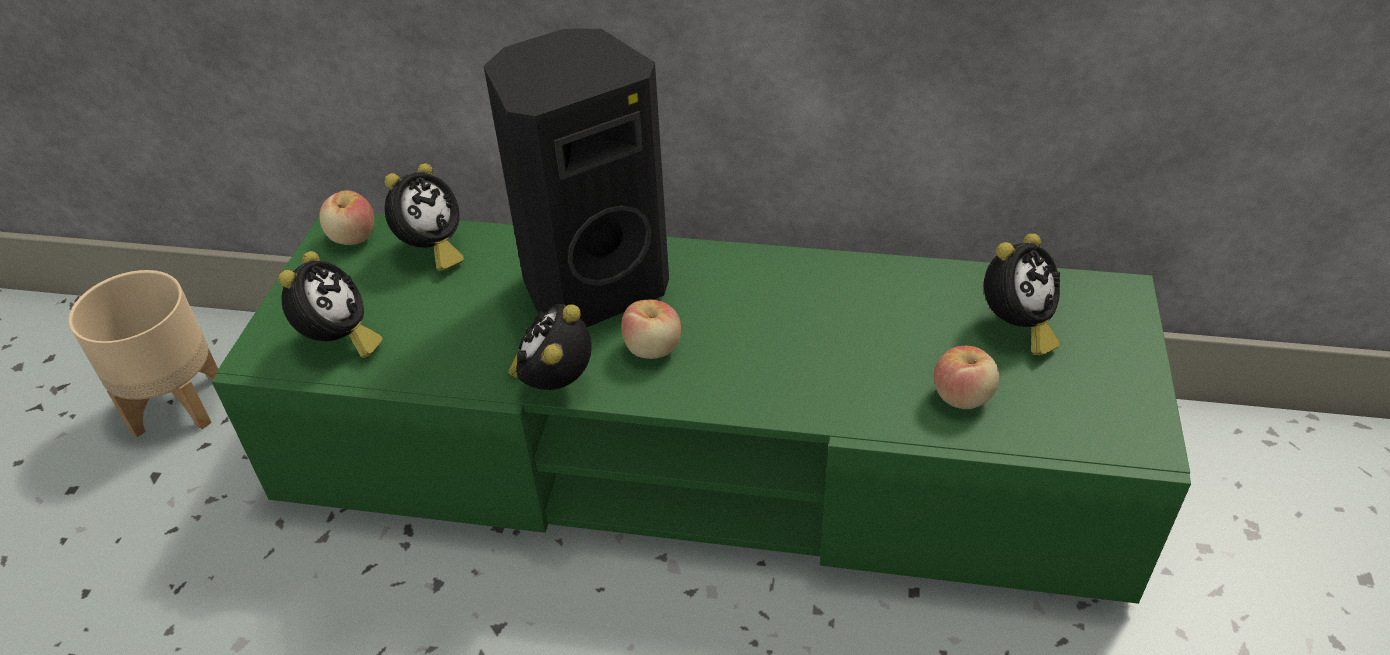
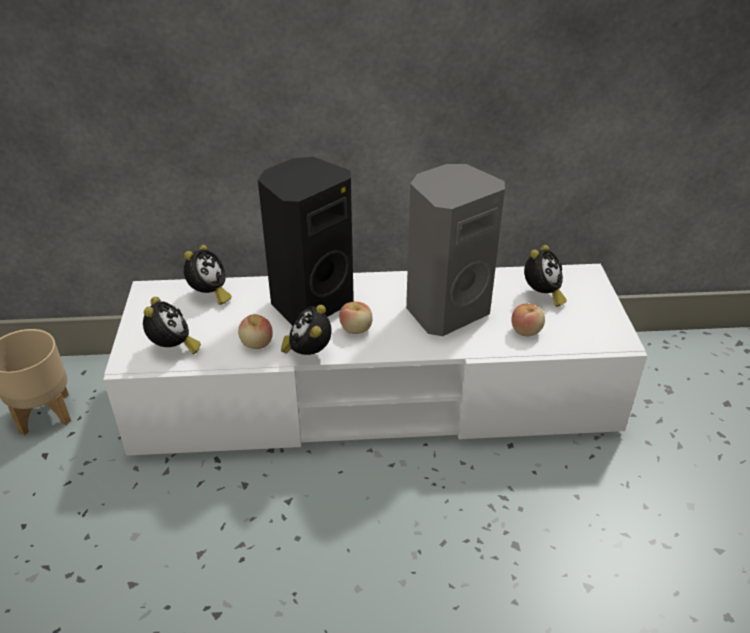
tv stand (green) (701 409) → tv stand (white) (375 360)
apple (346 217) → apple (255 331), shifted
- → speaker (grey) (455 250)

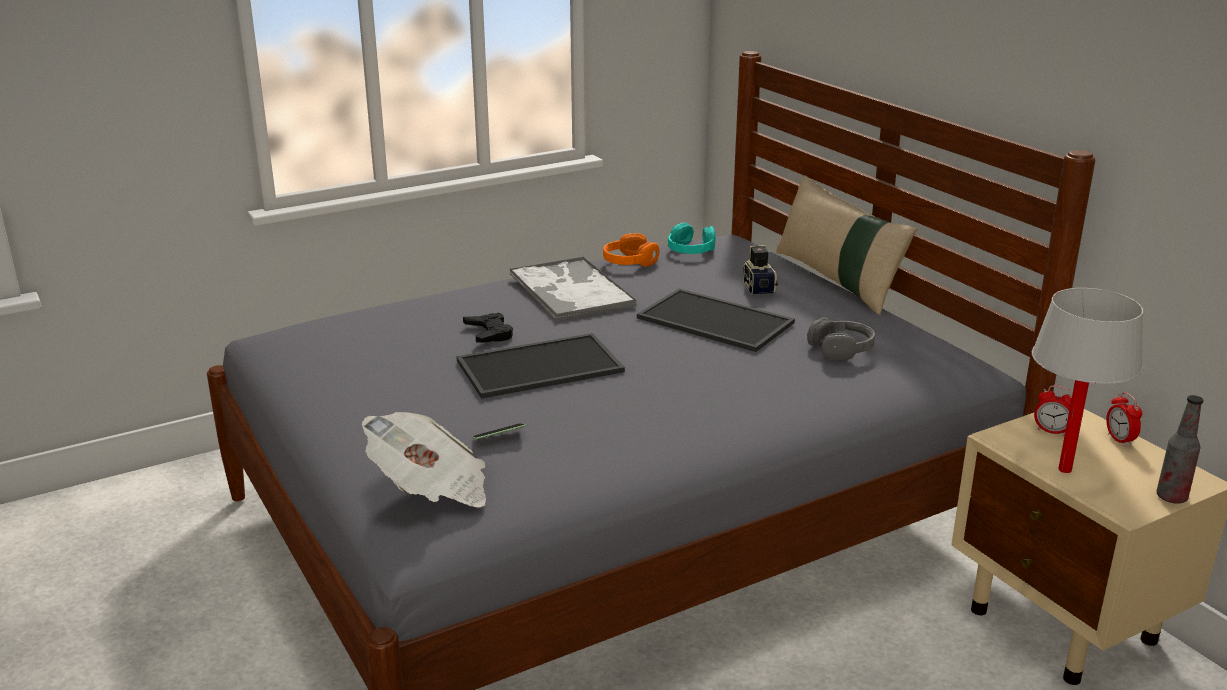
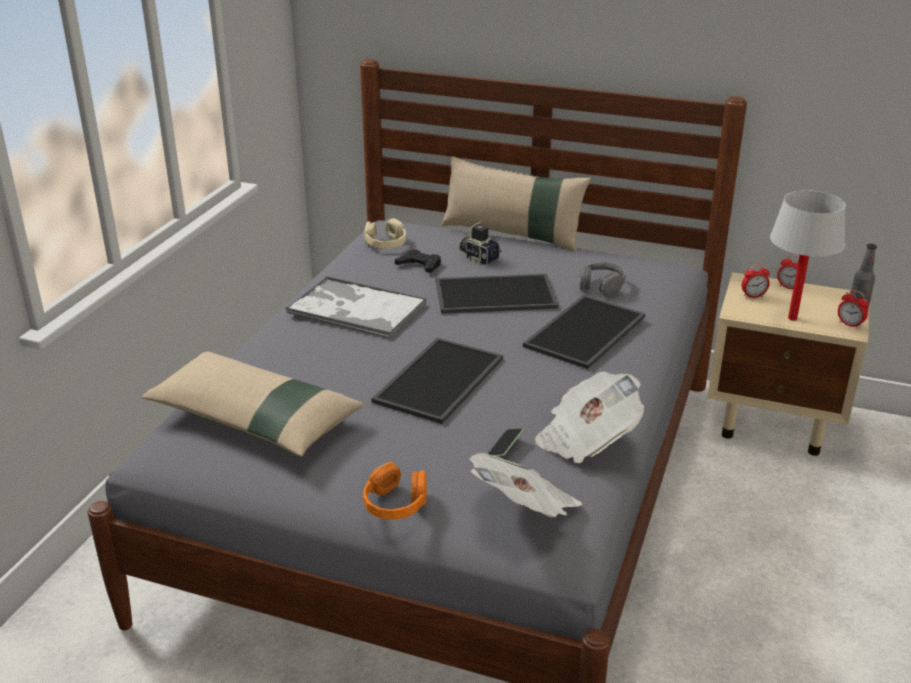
- → pillow (beige) (252 404)
headphones (orange) (631 250) → headphones (orange) (395 491), shifted
headphones (turquoise) (692 238) → headphones (beige) (385 233)
game controller (black) (488 328) → game controller (black) (418 261), shifted
- → tray (584 332)
- → newspaper (589 417)
- → alarm clock (853 309)

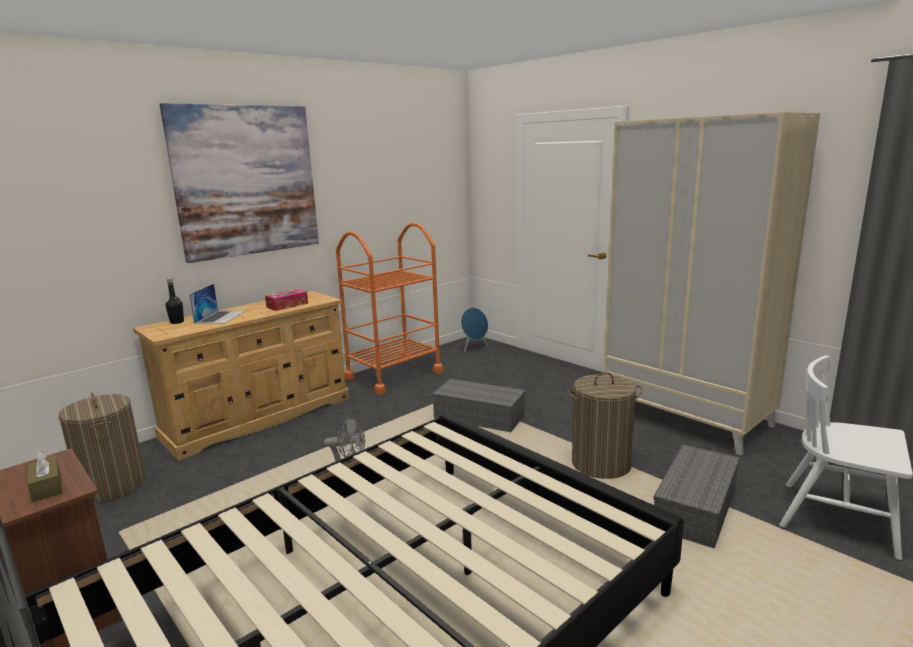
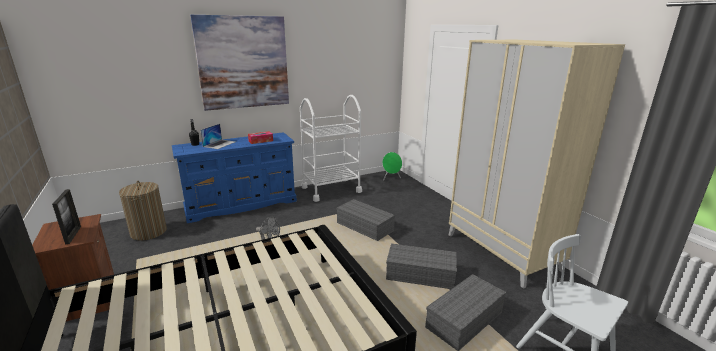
tissue box (brown) (45 476) → picture frame (66 216)
dresser (beige) (241 375) → dresser (blue) (234 177)
cart (orange) (390 309) → cart (white) (331 148)
speaker (blue) (474 329) → speaker (green) (392 166)
laundry basket (605 425) → storage box (grey) (421 266)

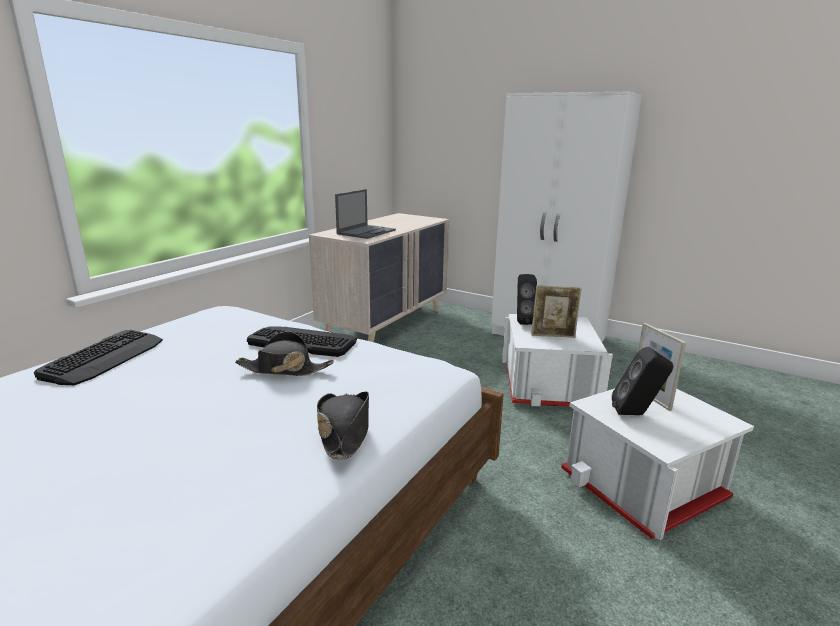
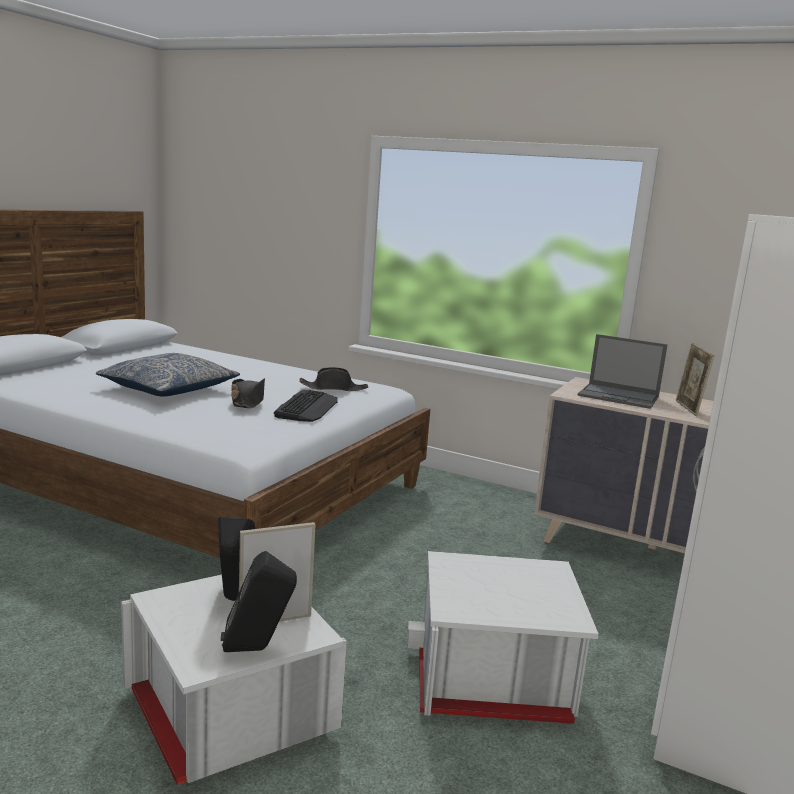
- → pillow (168 375)
speaker (black) (527 299) → speaker (black) (259 601), shifted
hat (black) (343 425) → hat (black) (333 379), shifted
picture frame (556 311) → picture frame (695 379), shifted
keyboard (98 357) → -

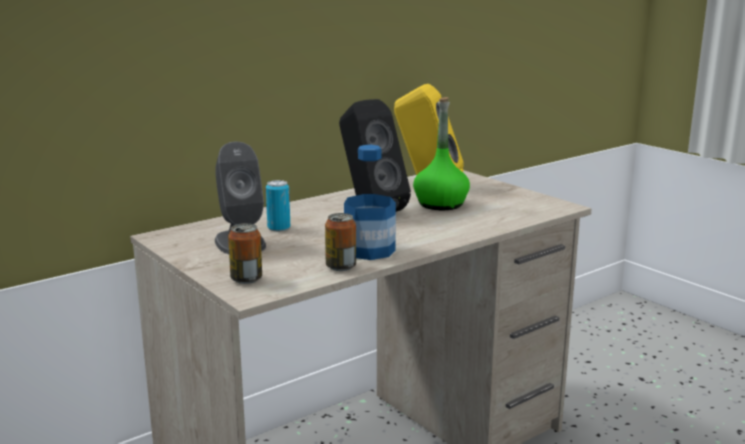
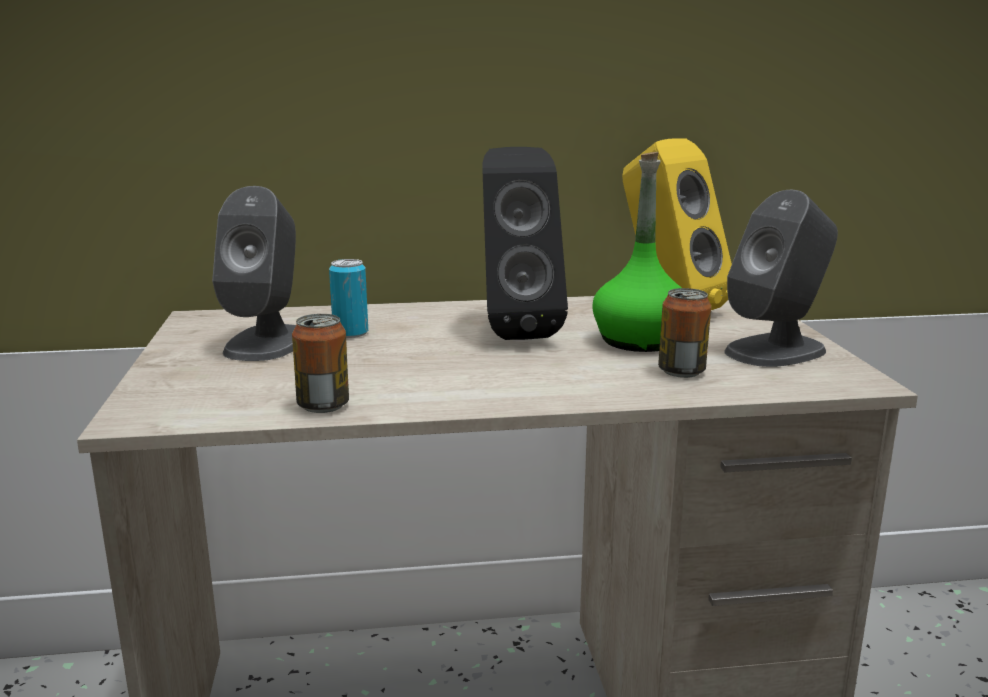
can (245 253) → can (684 333), shifted
- → speaker (grey) (781 278)
bottle (370 202) → -

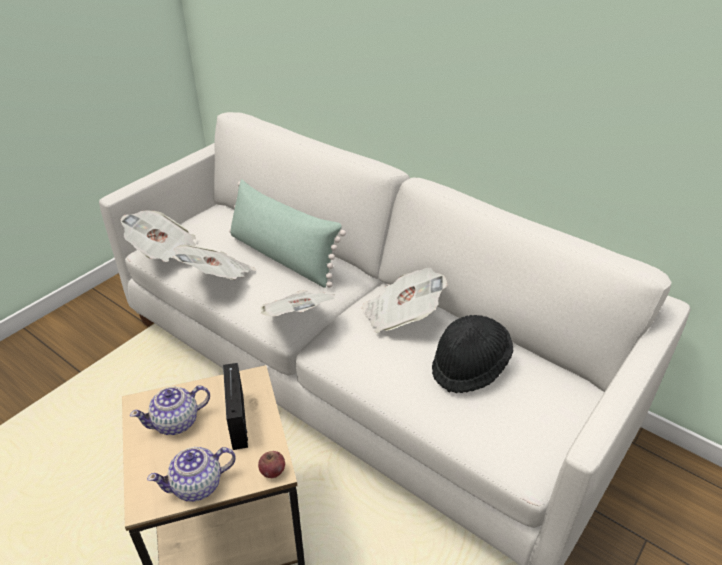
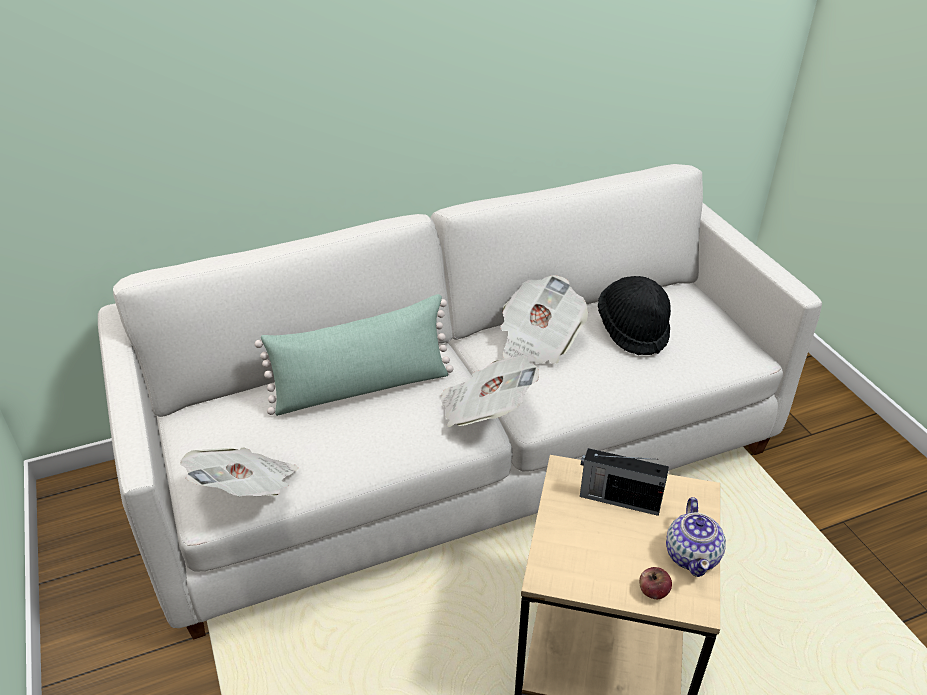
apple (271 464) → apple (655 583), shifted
teapot (170 410) → -
newspaper (214 262) → -

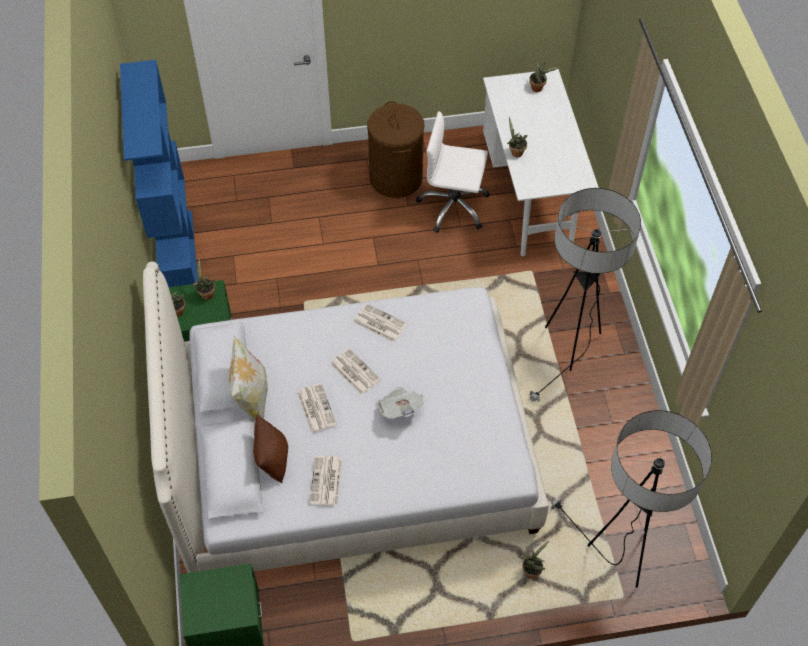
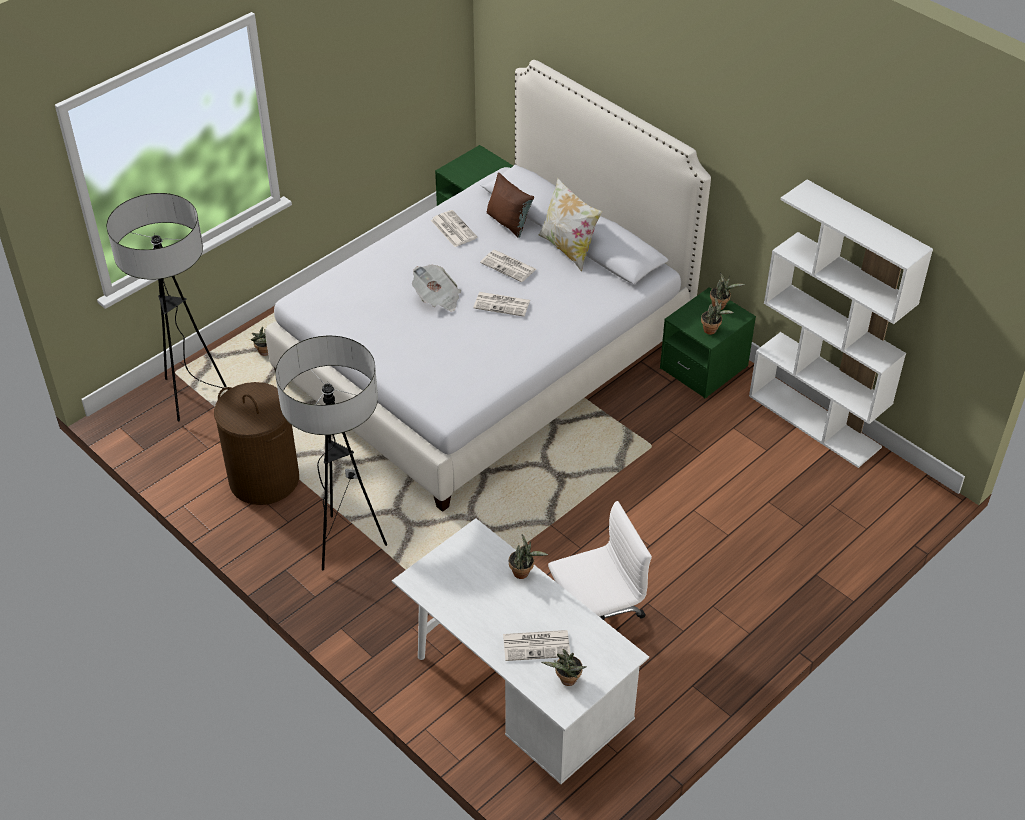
laundry basket (brown) (395 149) → laundry basket (brown) (256 443), shifted
newspaper (380 323) → newspaper (536 645), shifted
bookcase (blue) (159 173) → bookcase (white) (841 323)

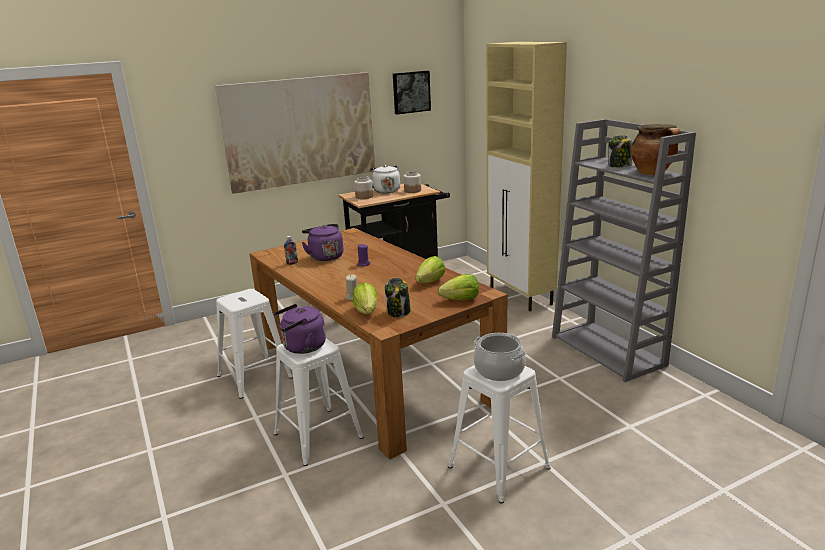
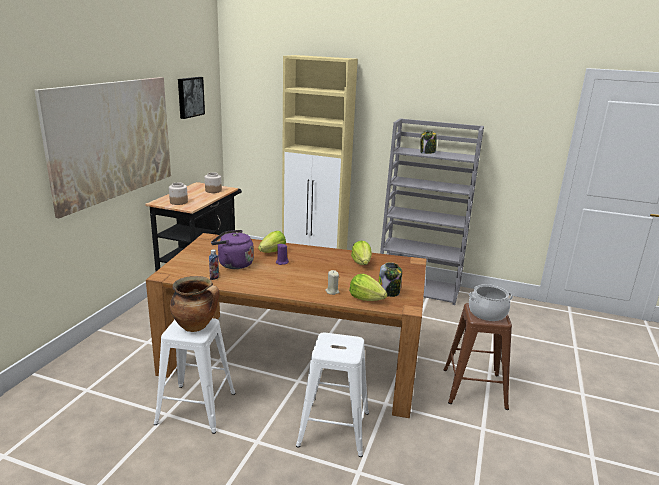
cooking pot (656 149) → cooking pot (195 304), shifted
lettuce (458 287) → lettuce (272 242), shifted
stool (white) (499 434) → stool (brown) (477 356)
kettle (purple) (299 329) → -
kettle (white) (383 179) → -

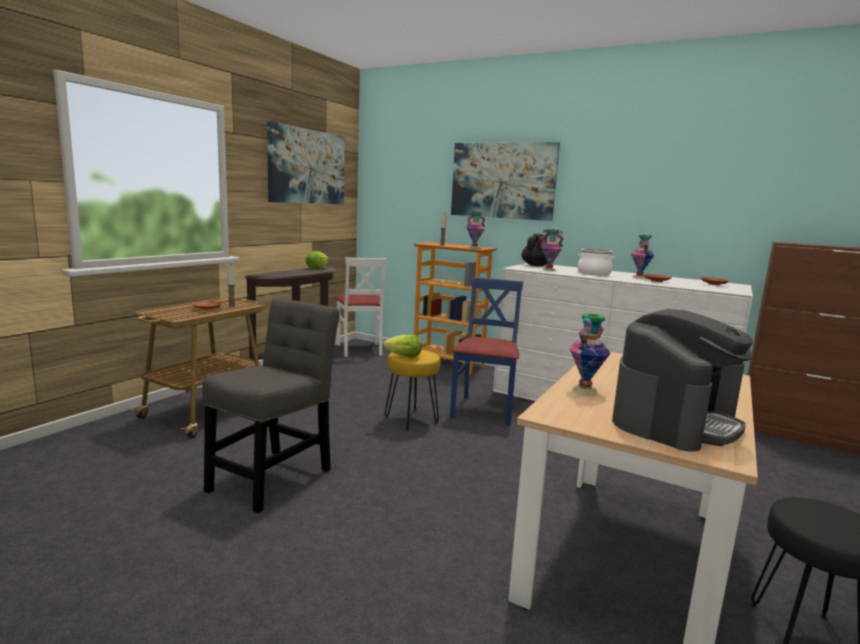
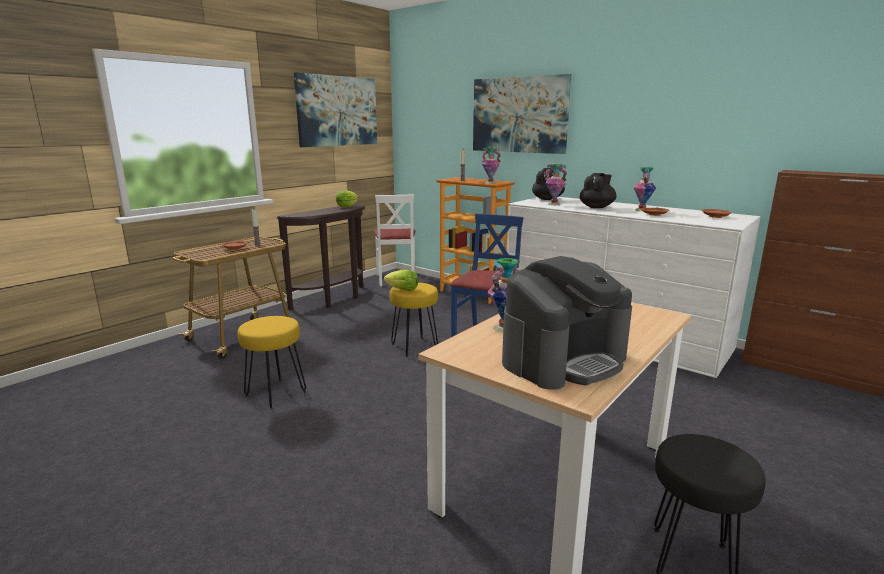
chair (grey) (271 405) → stool (yellow) (272 363)
cooking pot (596 262) → teapot (black) (598 190)

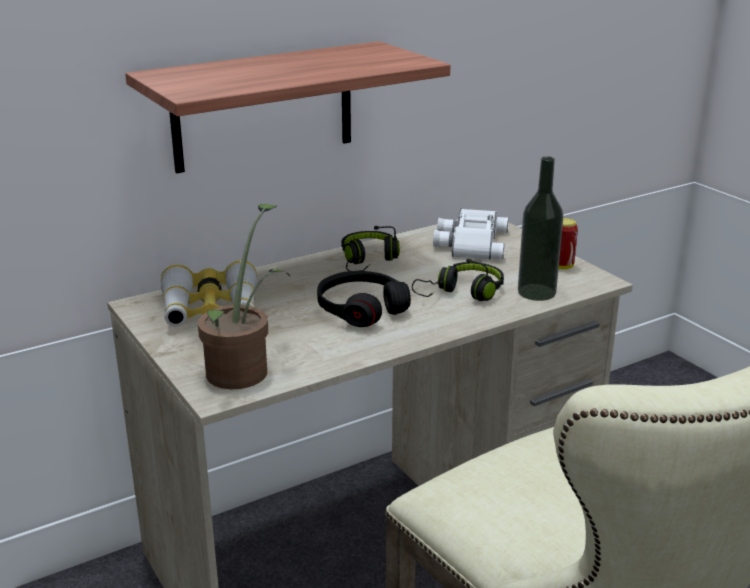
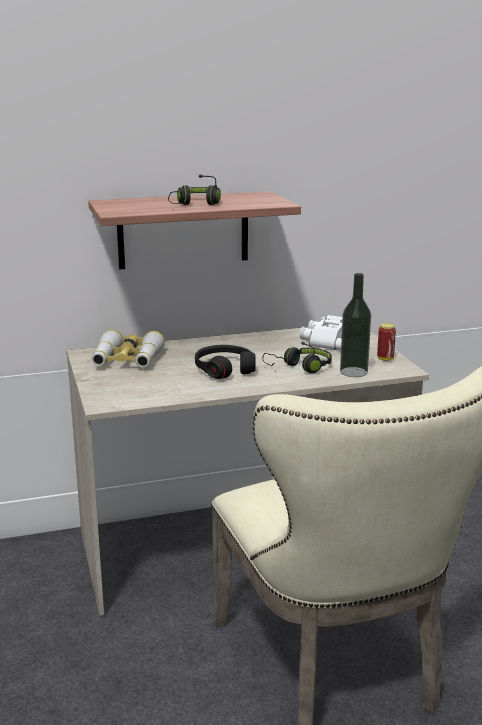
headphones (black) (370 248) → headphones (black) (194 190), shifted
potted plant (244 296) → -

